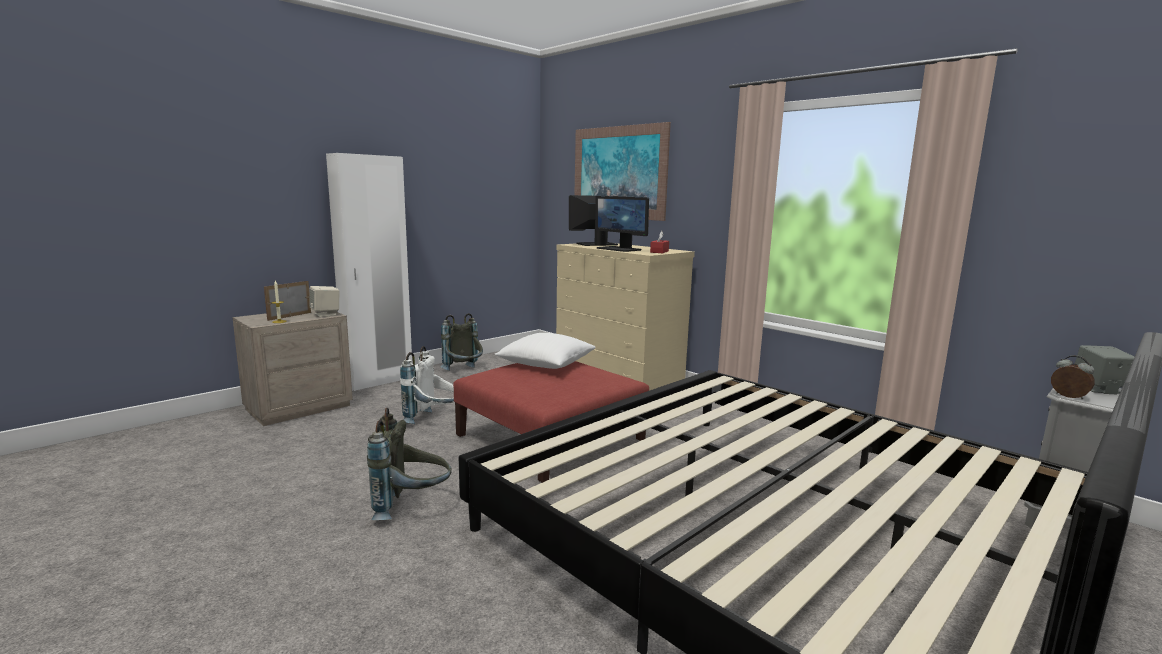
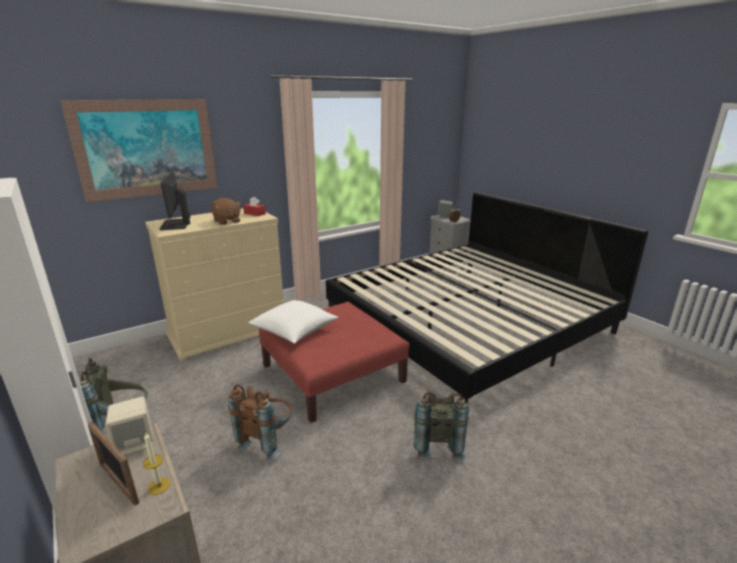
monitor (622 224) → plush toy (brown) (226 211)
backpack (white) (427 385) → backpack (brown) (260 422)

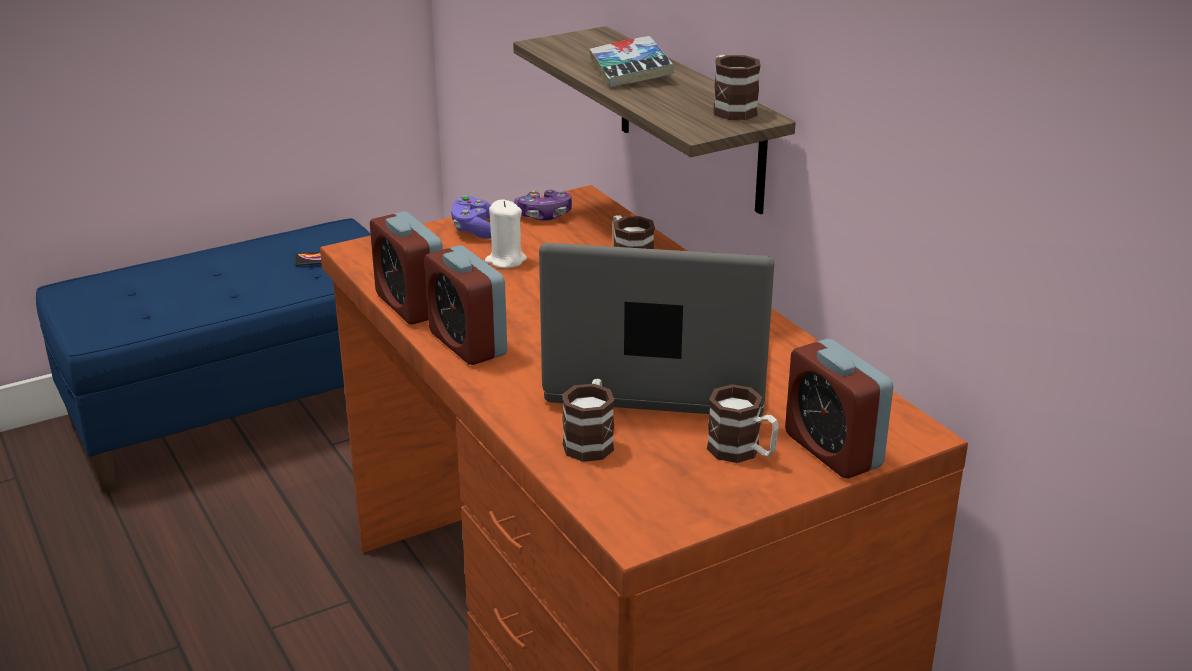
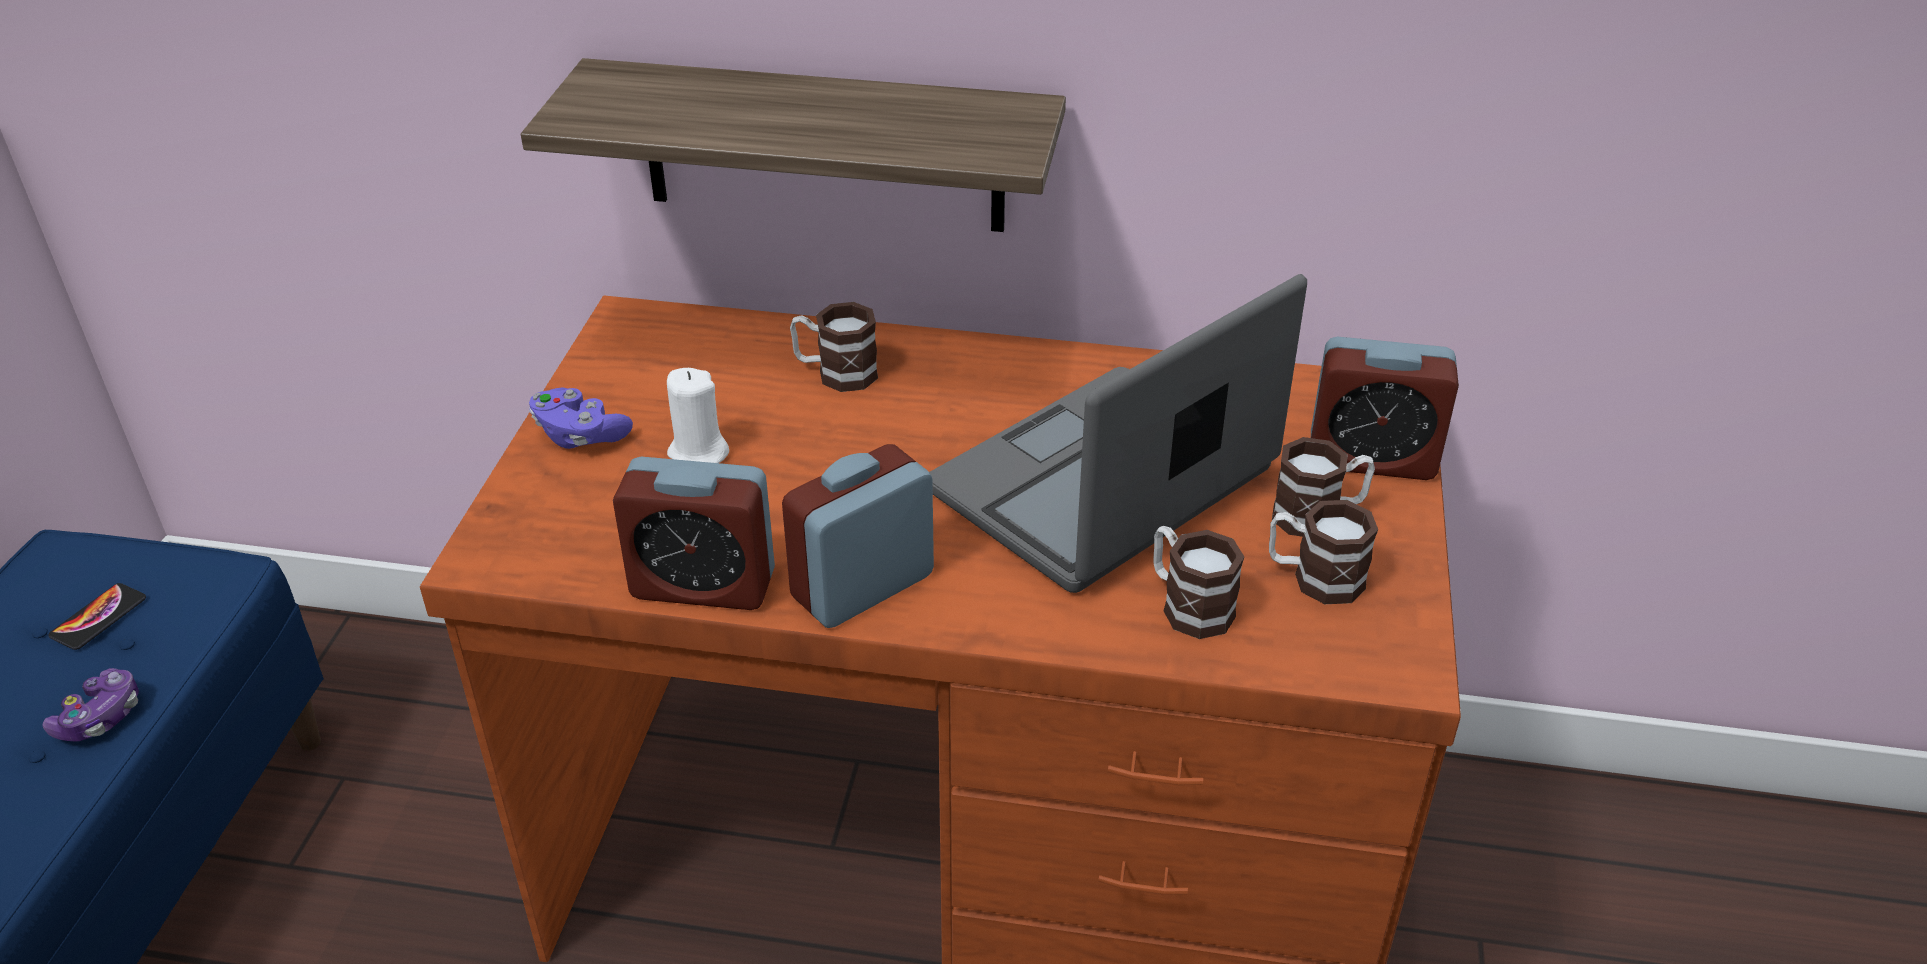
game controller (543 205) → game controller (90 705), shifted
alarm clock (465 305) → alarm clock (858 536), 135 degrees clockwise
mug (737 87) → mug (1323 552), shifted
book (631 61) → -

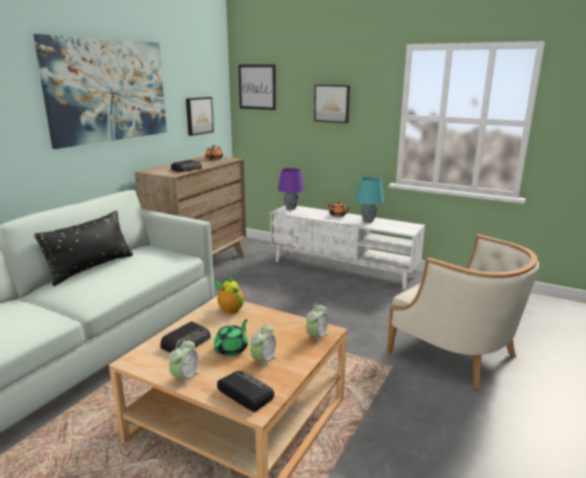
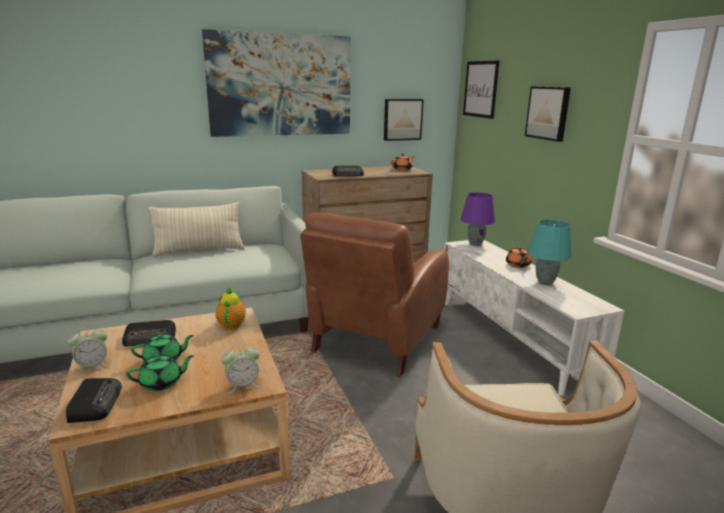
alarm clock (263 347) → teapot (green) (160 373)
pillow (black) (83 248) → pillow (beige) (196 229)
- → armchair (brown) (374 294)

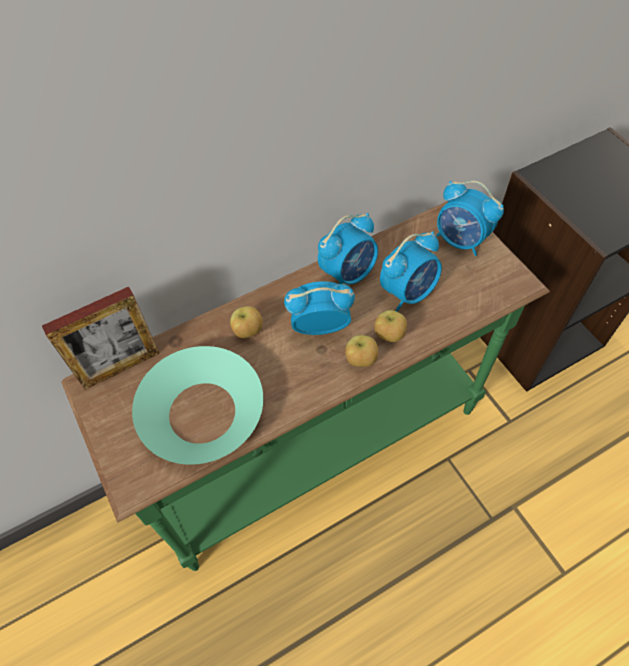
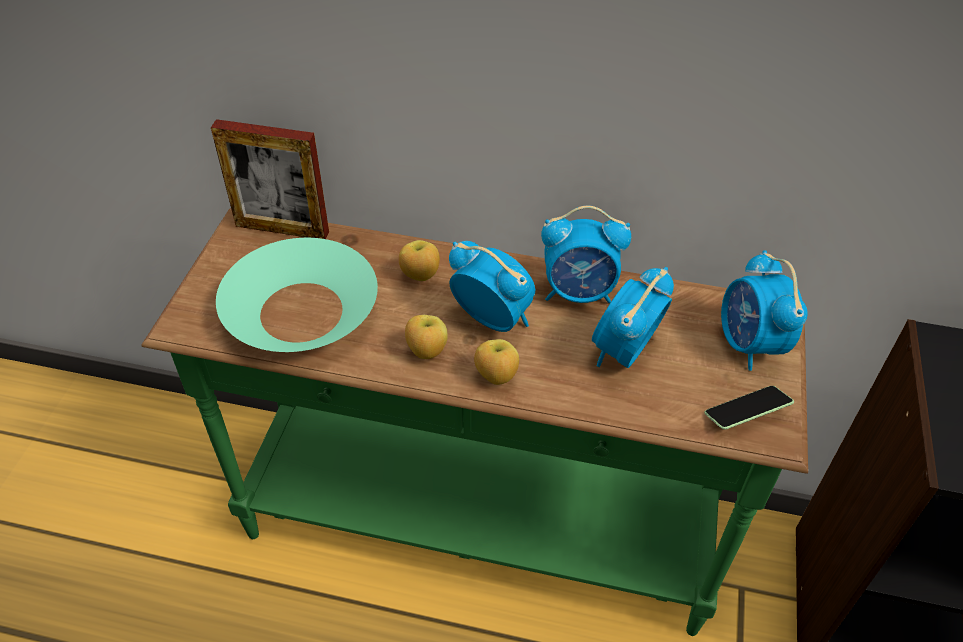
apple (390 326) → apple (426 337), shifted
alarm clock (411 271) → alarm clock (633 317), 120 degrees clockwise
- → phone (749 408)

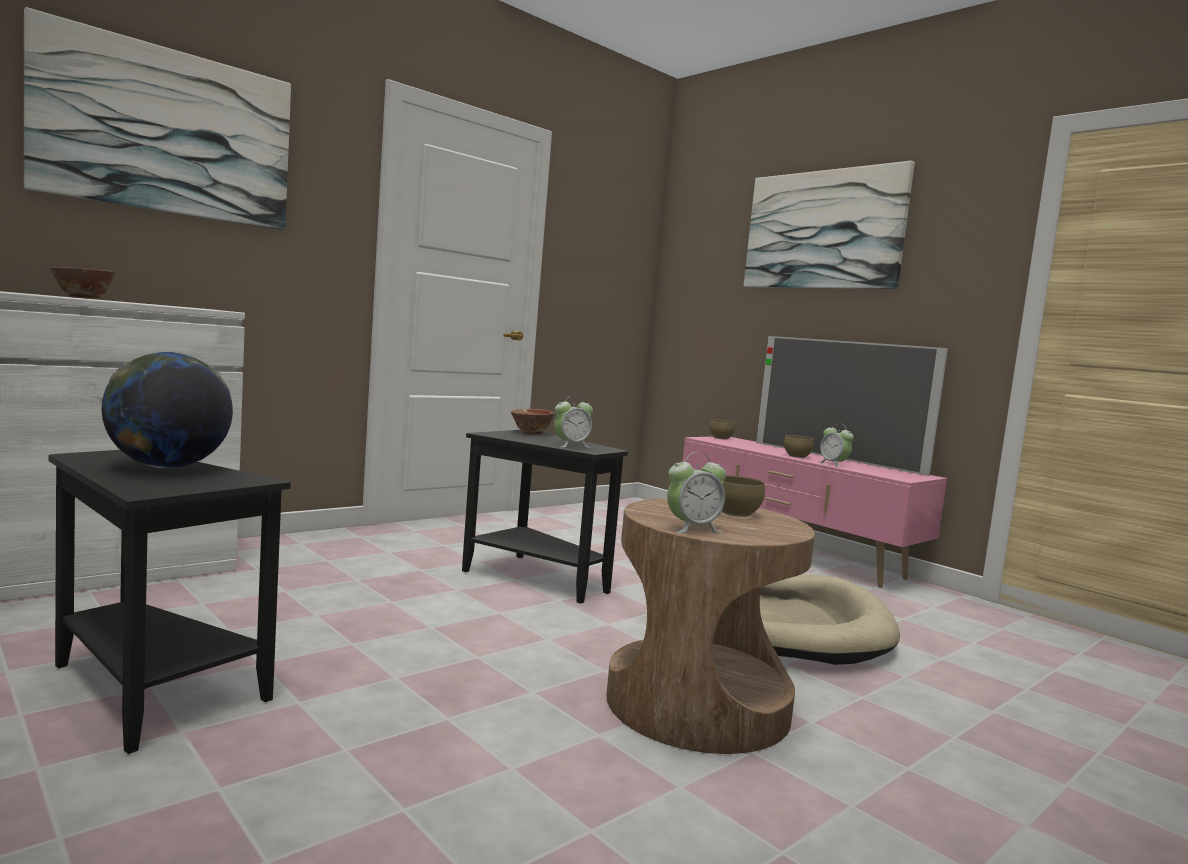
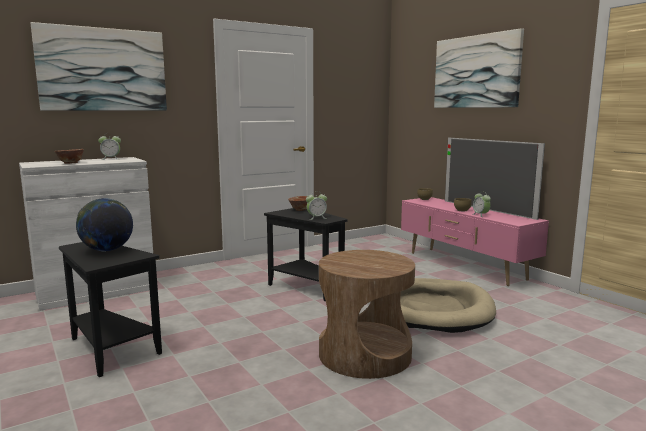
alarm clock (696 492) → alarm clock (109 148), shifted
bowl (brown) (743 496) → -

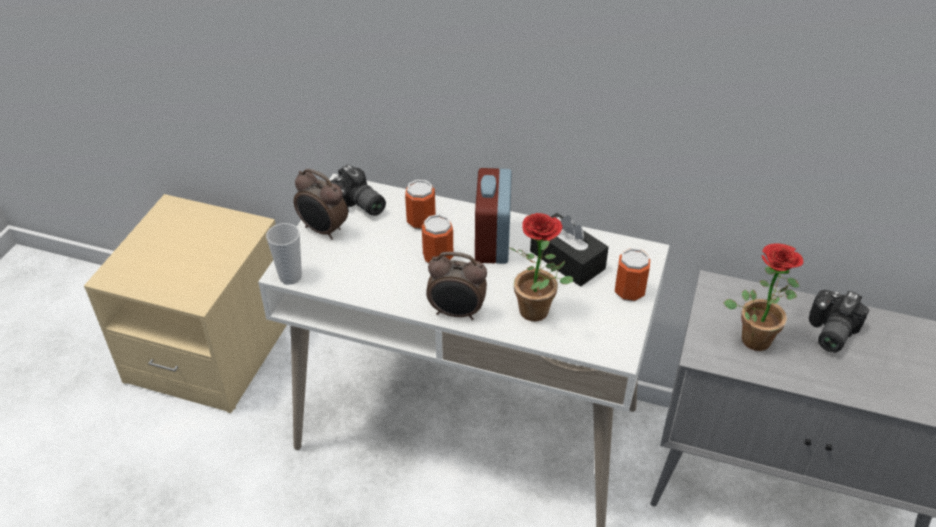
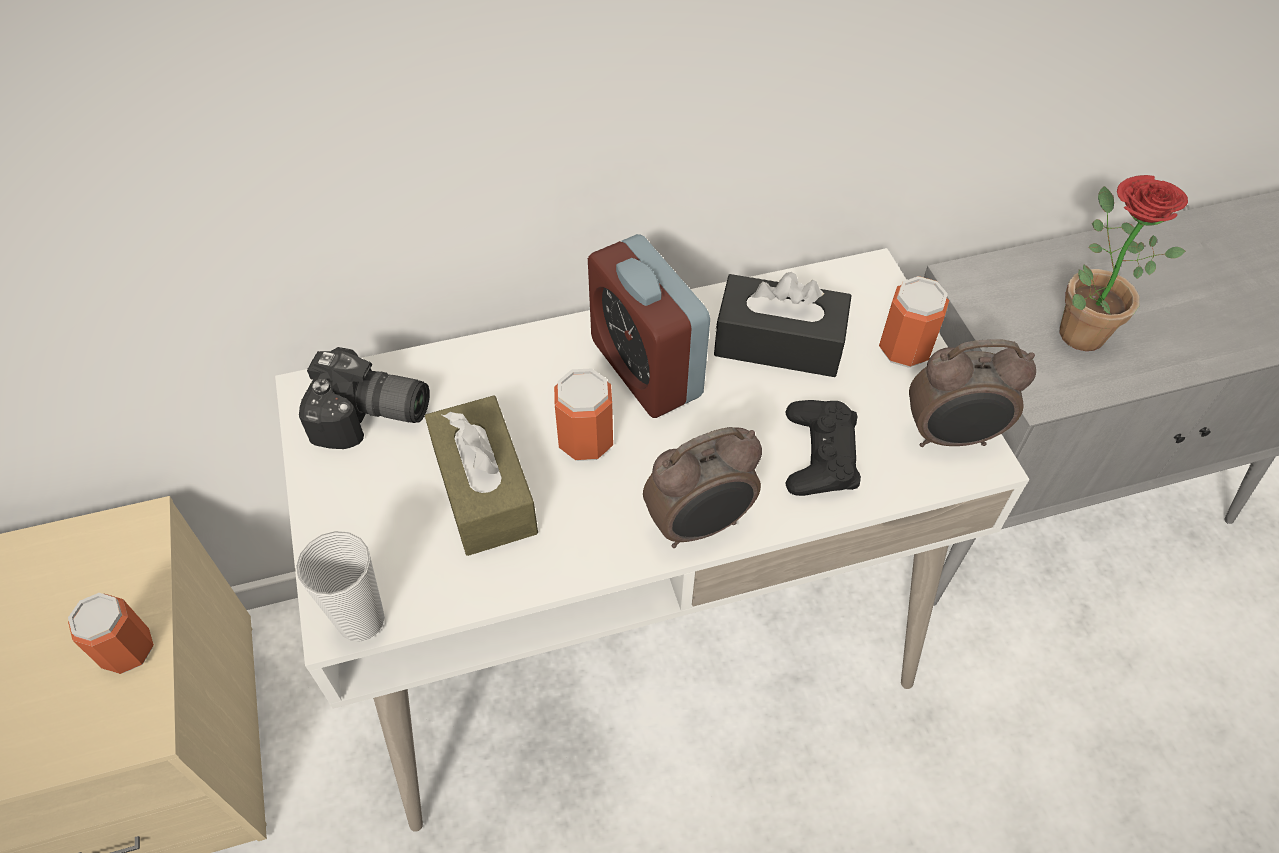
can (420 205) → can (111 633), shifted
- → tissue box (brown) (481 475)
potted plant (540 267) → game controller (black) (823 448)
alarm clock (321 204) → alarm clock (972 393), shifted
photo camera (839 321) → -

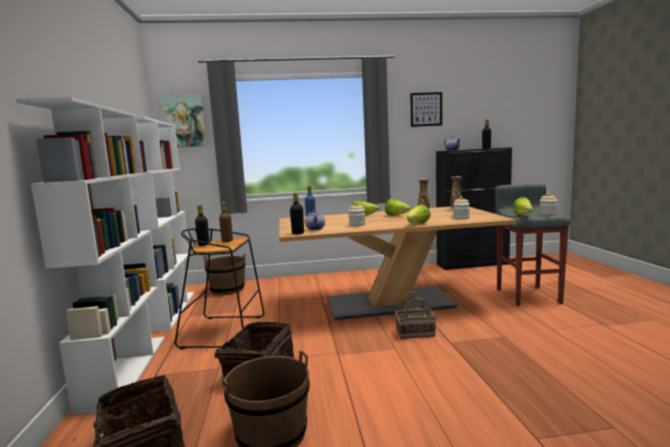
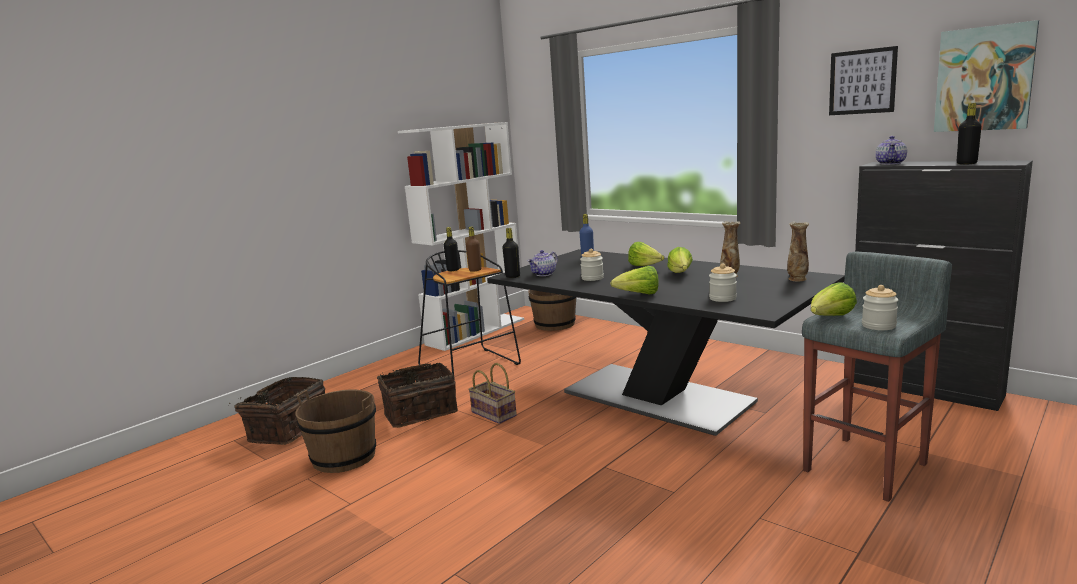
basket (415 315) → basket (492 393), shifted
dining table (beige) (398 263) → dining table (black) (666 342)
picture (183 120) → picture (986 76), shifted
bookcase (white) (90 256) → -

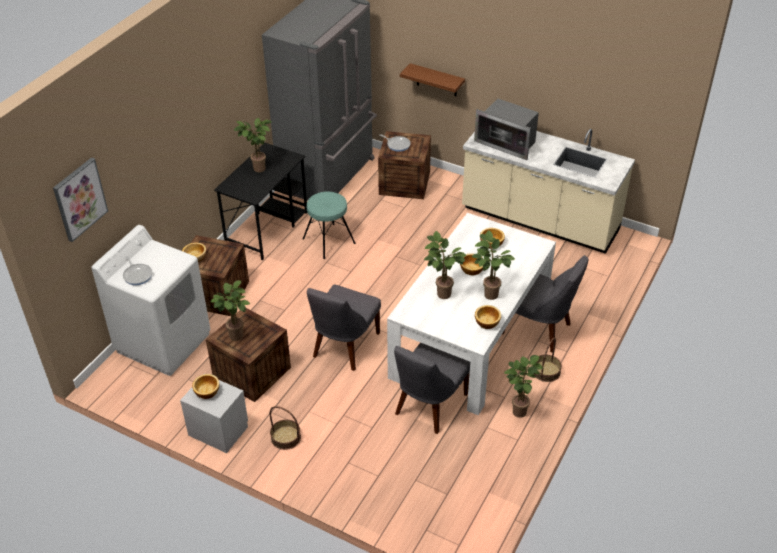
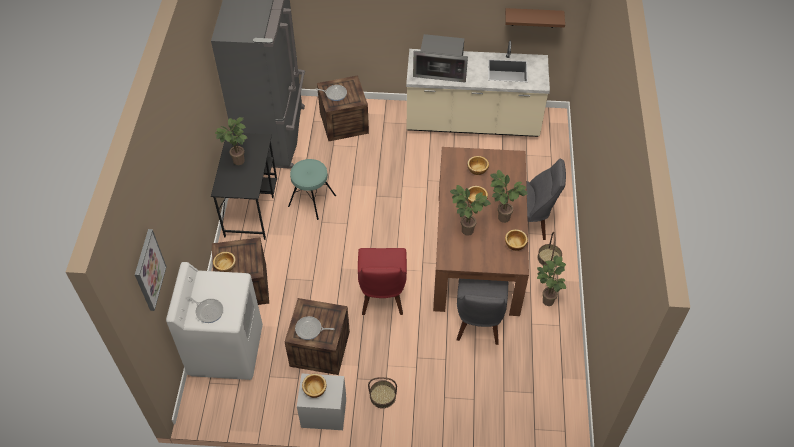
potted plant (230 310) → frying pan (314 328)
chair (grey) (344 328) → chair (red) (382 281)
dining table (white) (471 314) → dining table (brown) (481 231)
shelf (brown) (432 79) → shelf (brown) (535 18), shifted

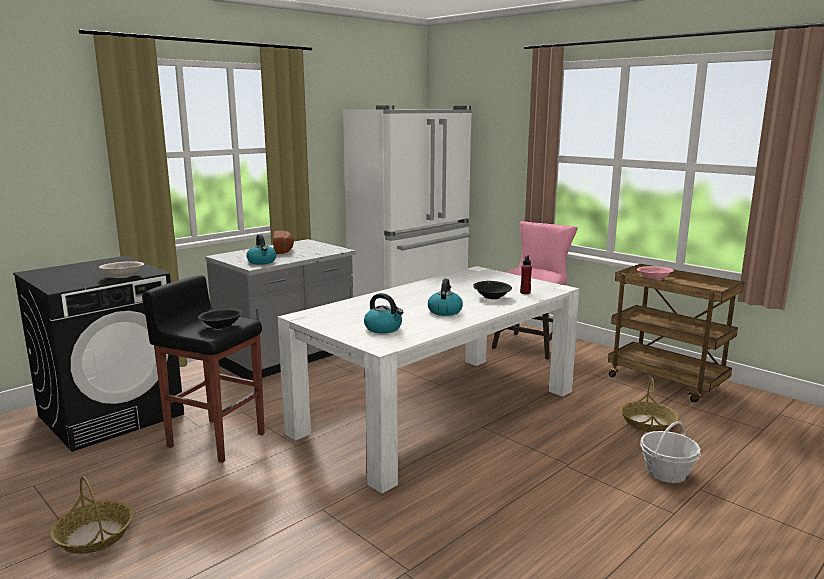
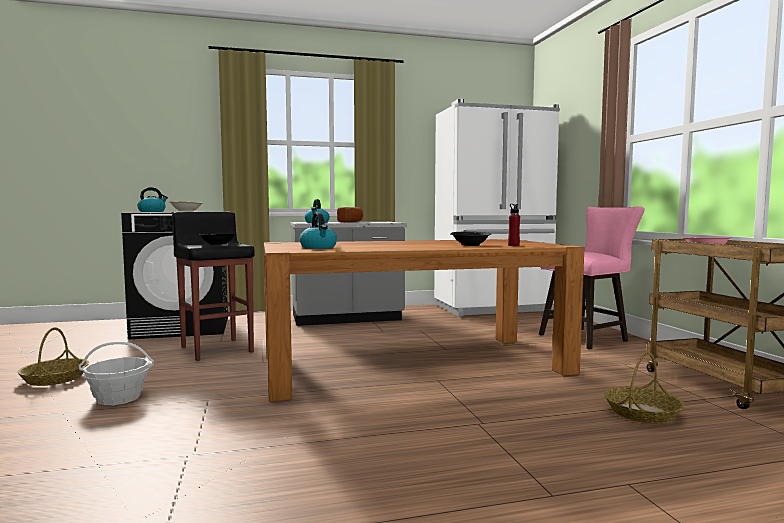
basket (670 452) → basket (116 373), shifted
kettle (445 297) → kettle (152 199), shifted
dining table (white) (428 379) → dining table (brown) (424 320)

